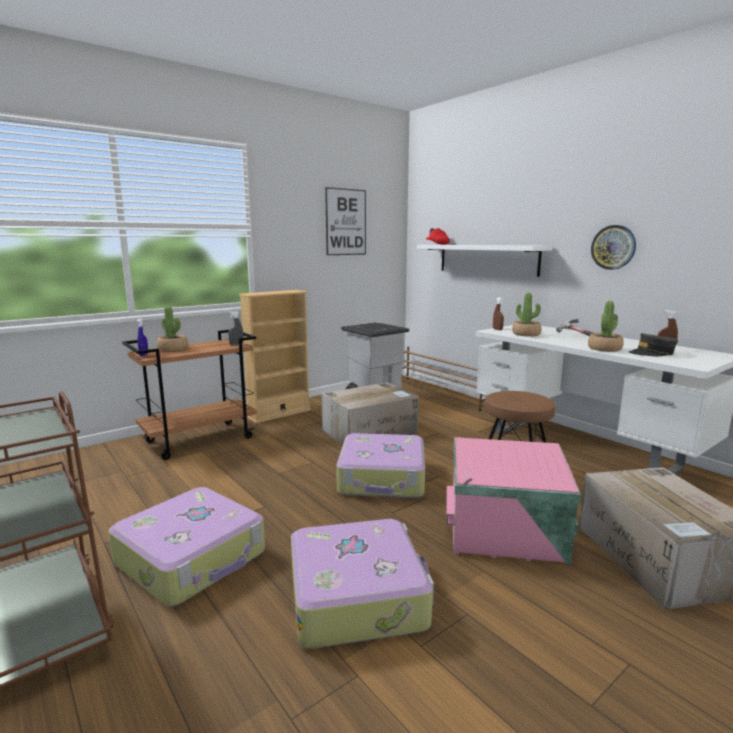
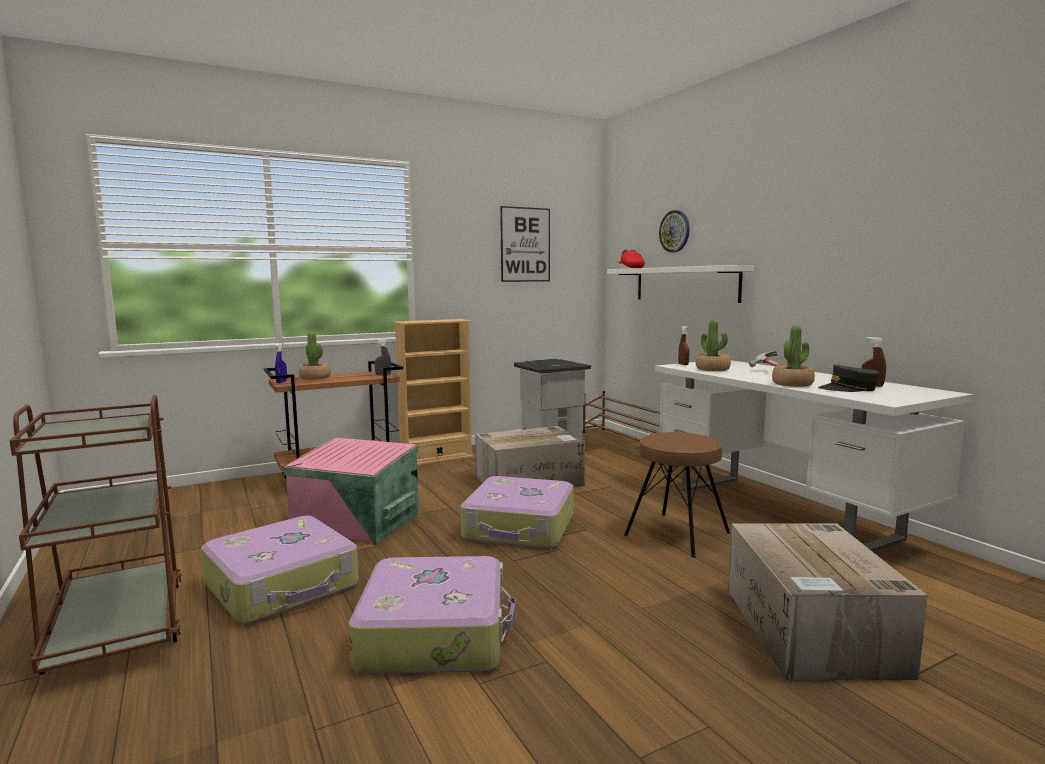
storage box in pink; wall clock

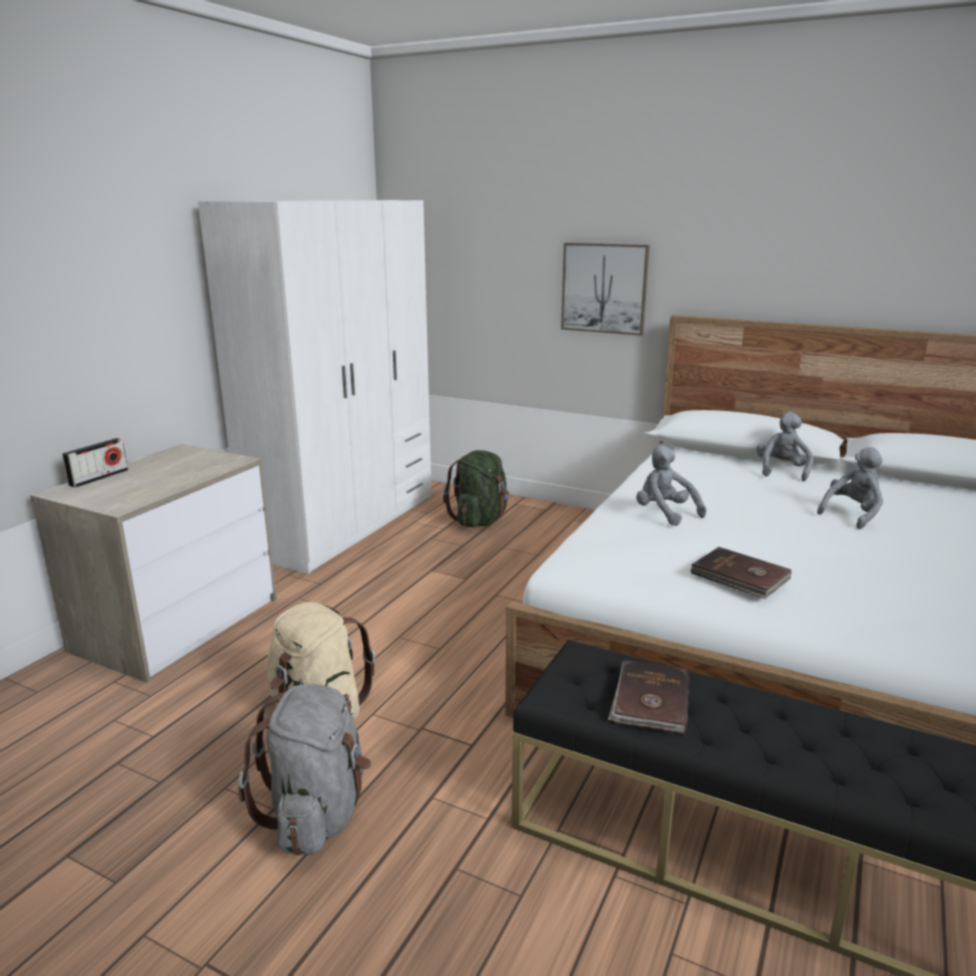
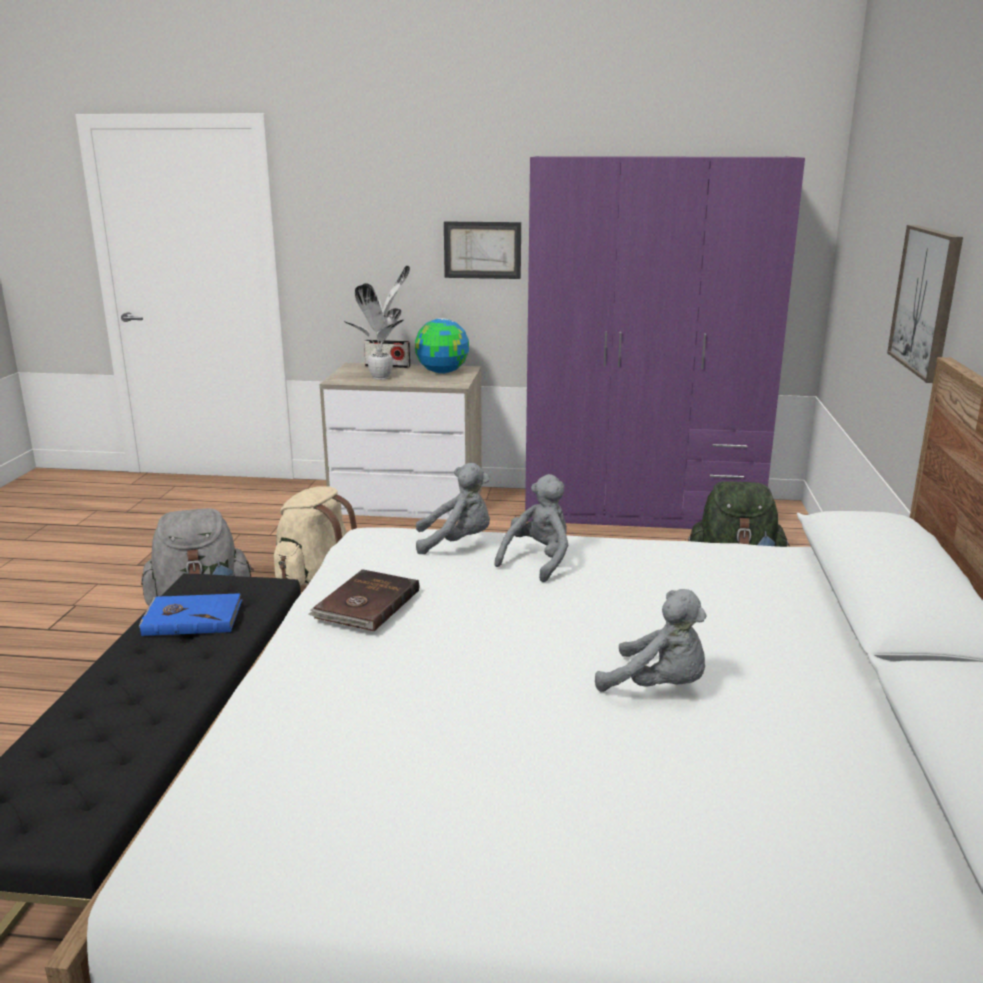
potted plant; globe; picture (no. 1 from left); plush toy in grey (no. 1 from left); wardrobe in purple; book in blue

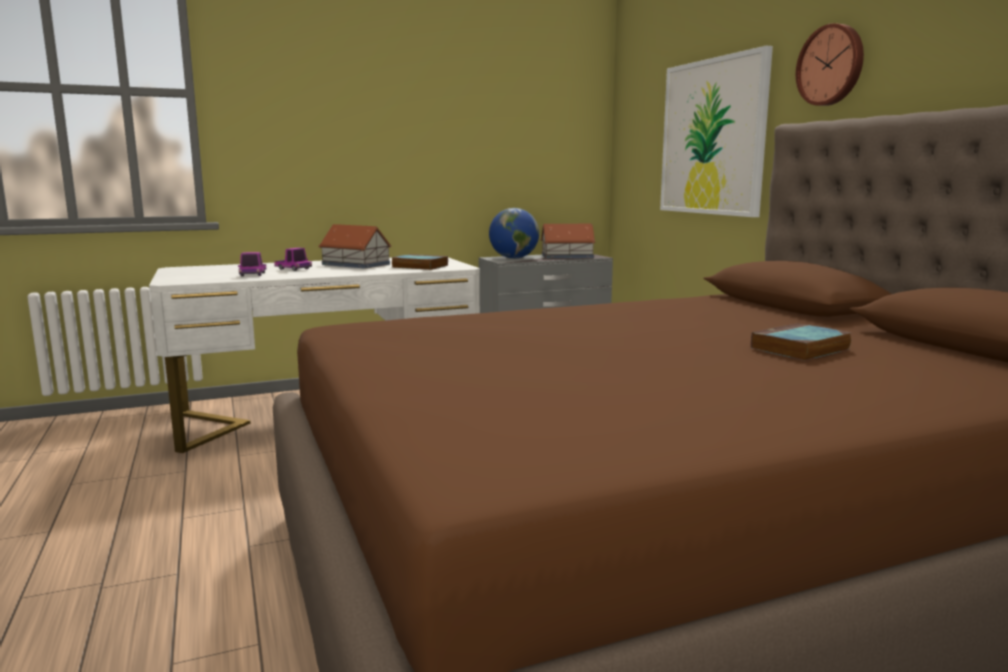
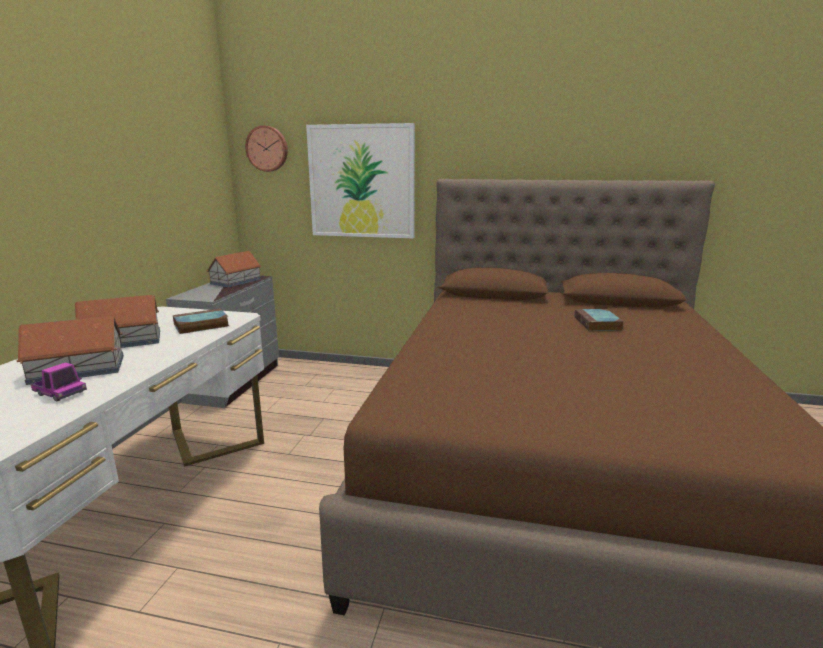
globe; wall clock; toy house (no. 1 from left)

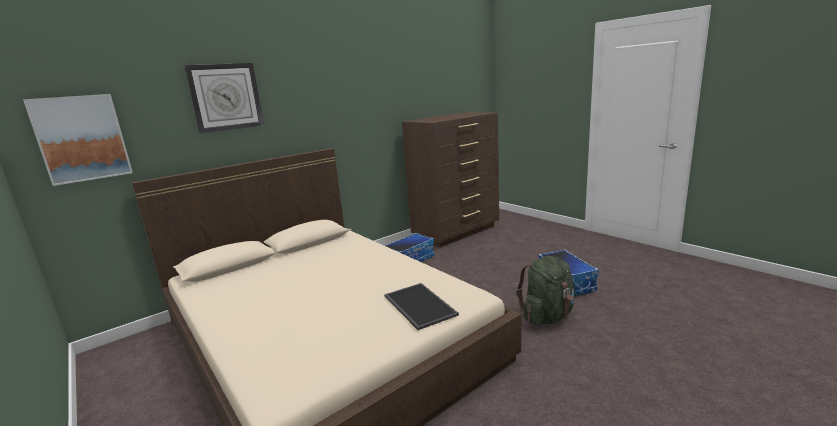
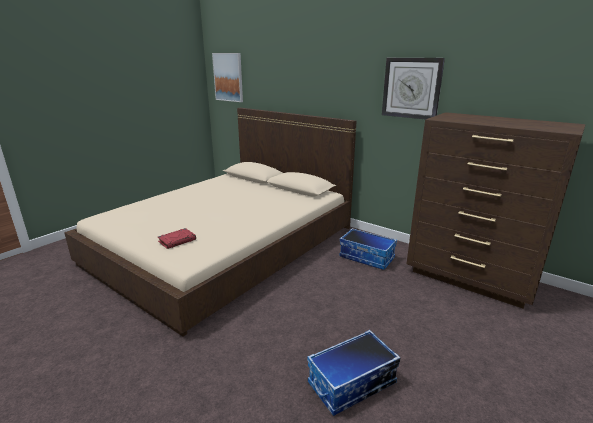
backpack in green; wall clock; book in red

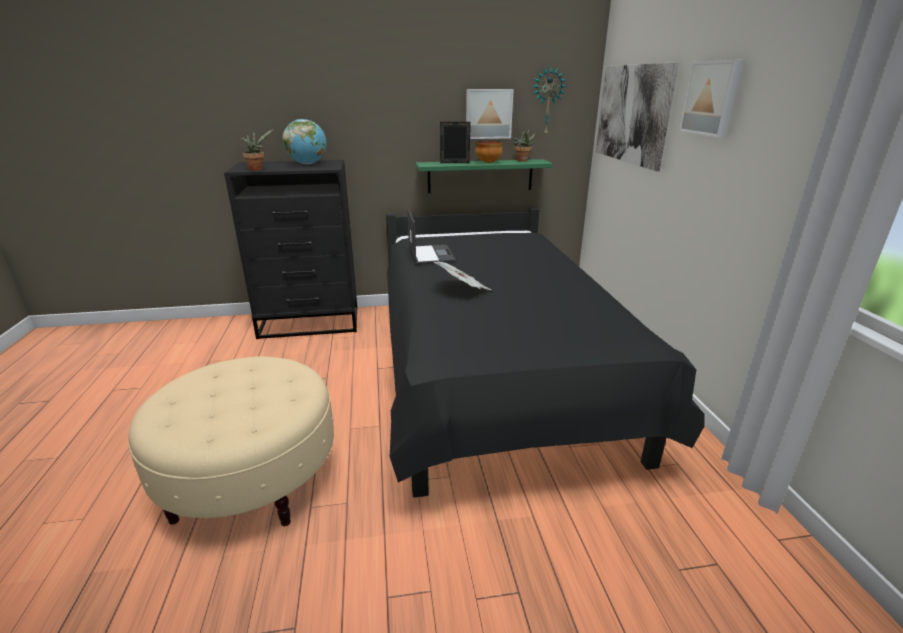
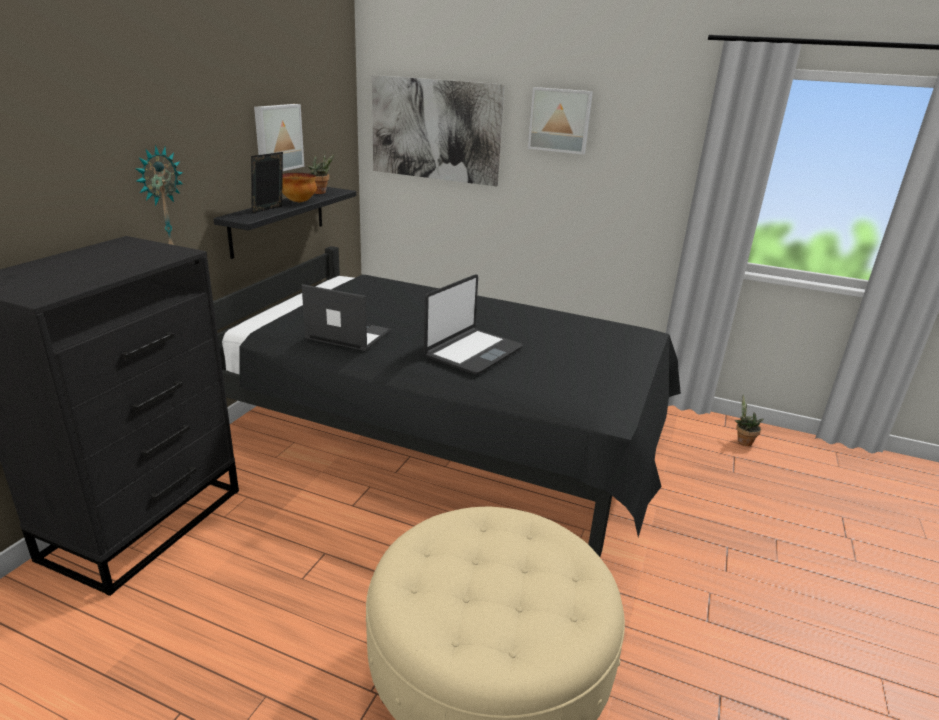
globe; potted plant (no. 2 from left); wall clock; laptop (no. 2 from left); shelf in black

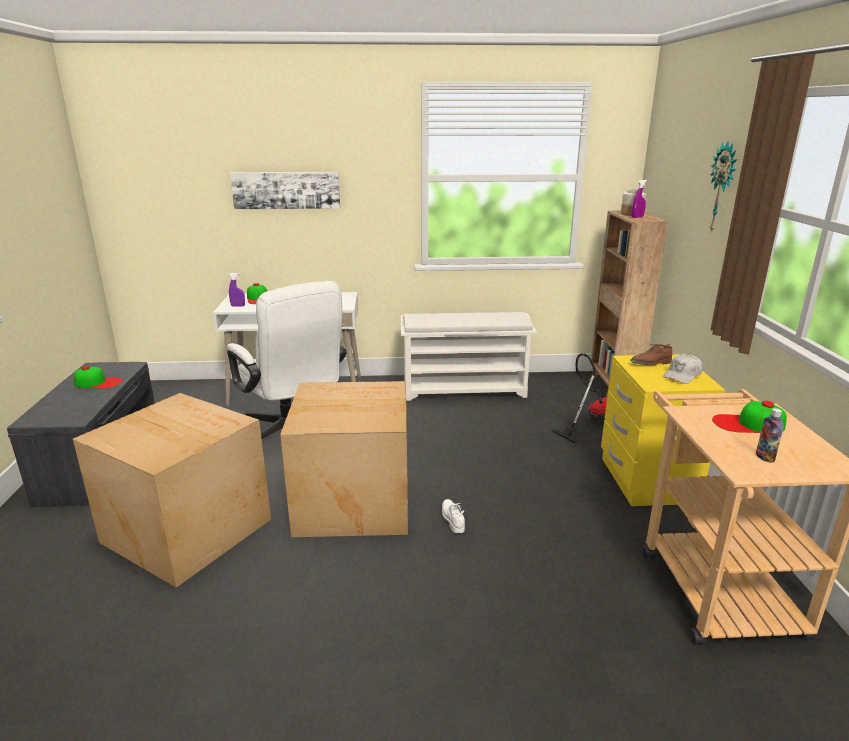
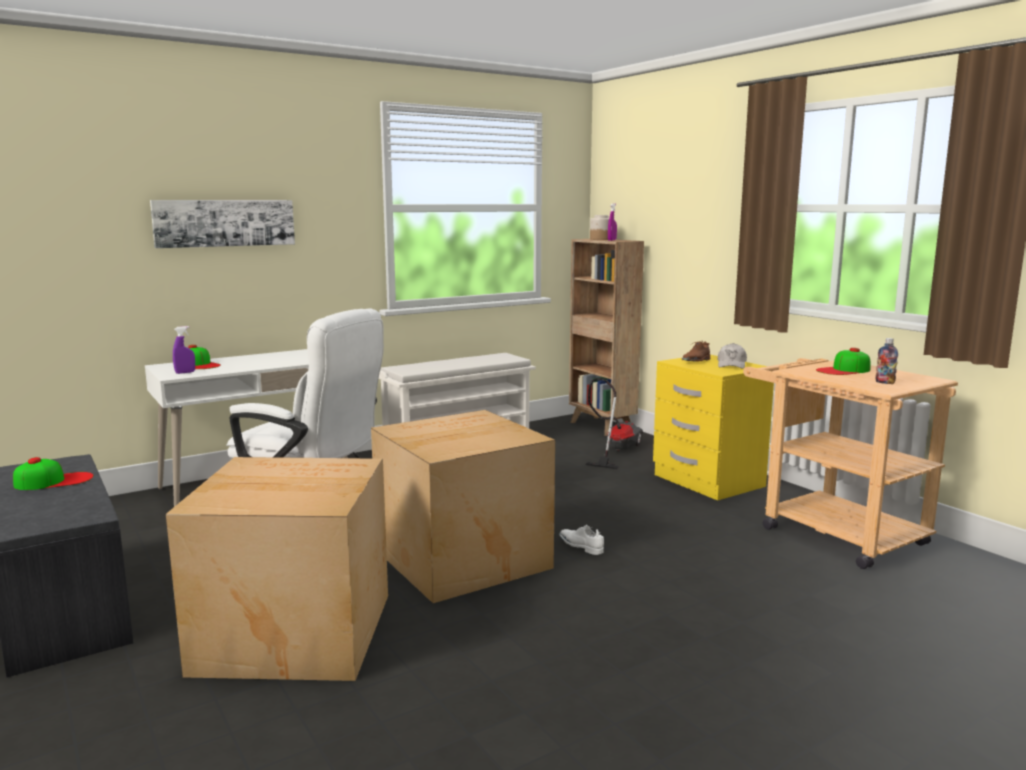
wall clock

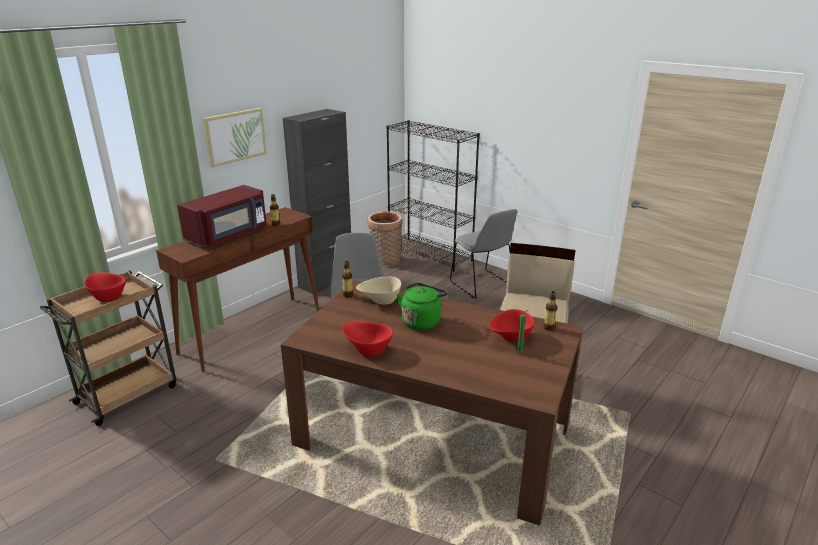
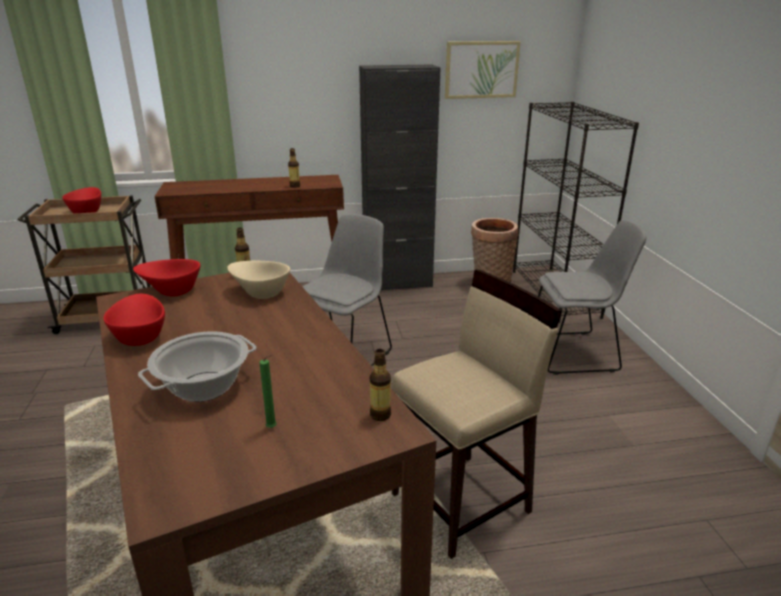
microwave in red; kettle in green; cooking pot; picture; bowl in red (no. 3 from left); chair in grey (no. 2 from left)

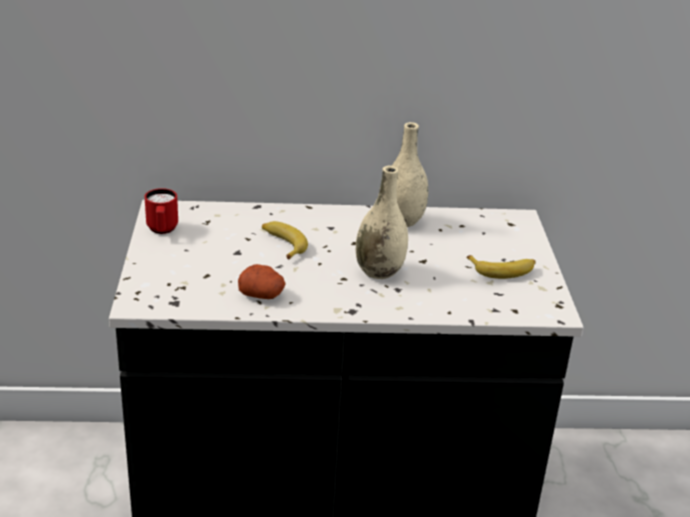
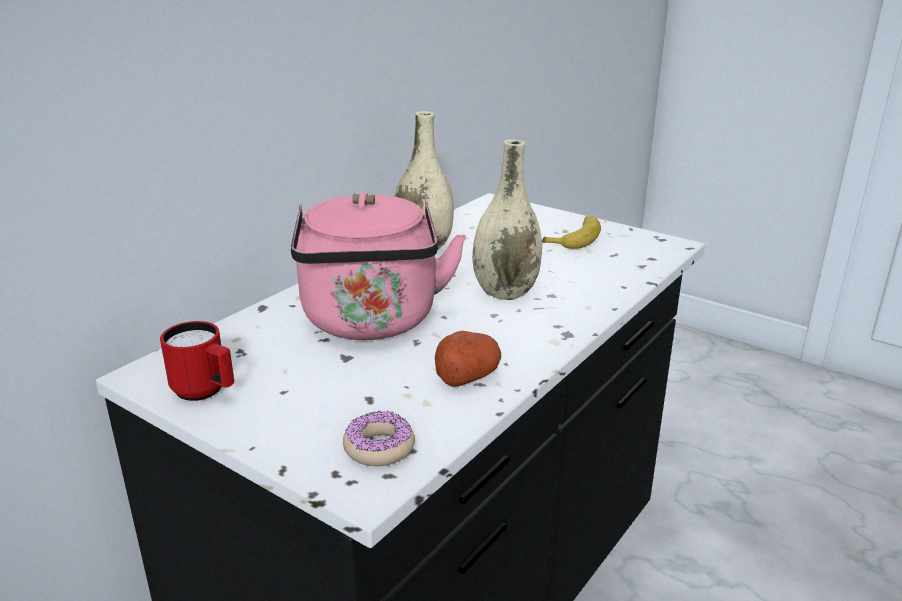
donut; kettle in pink

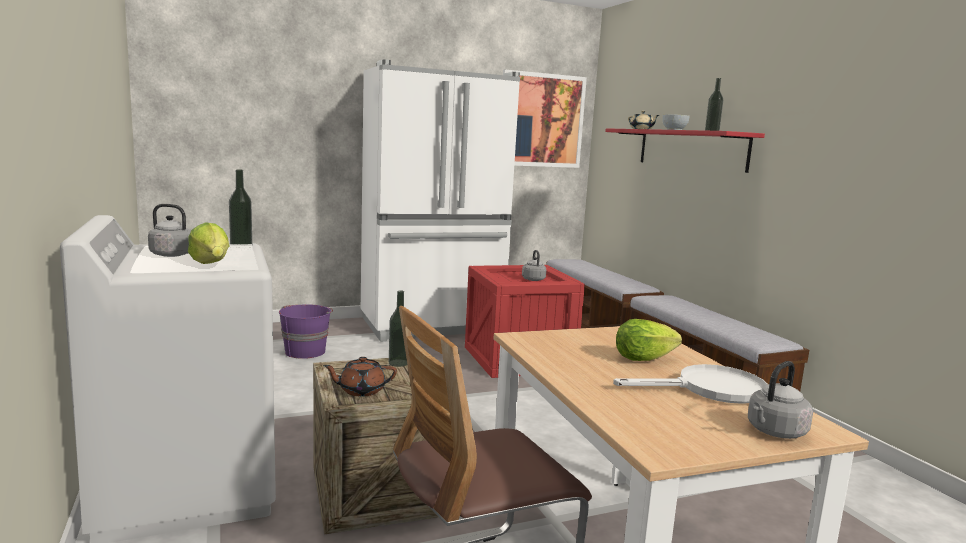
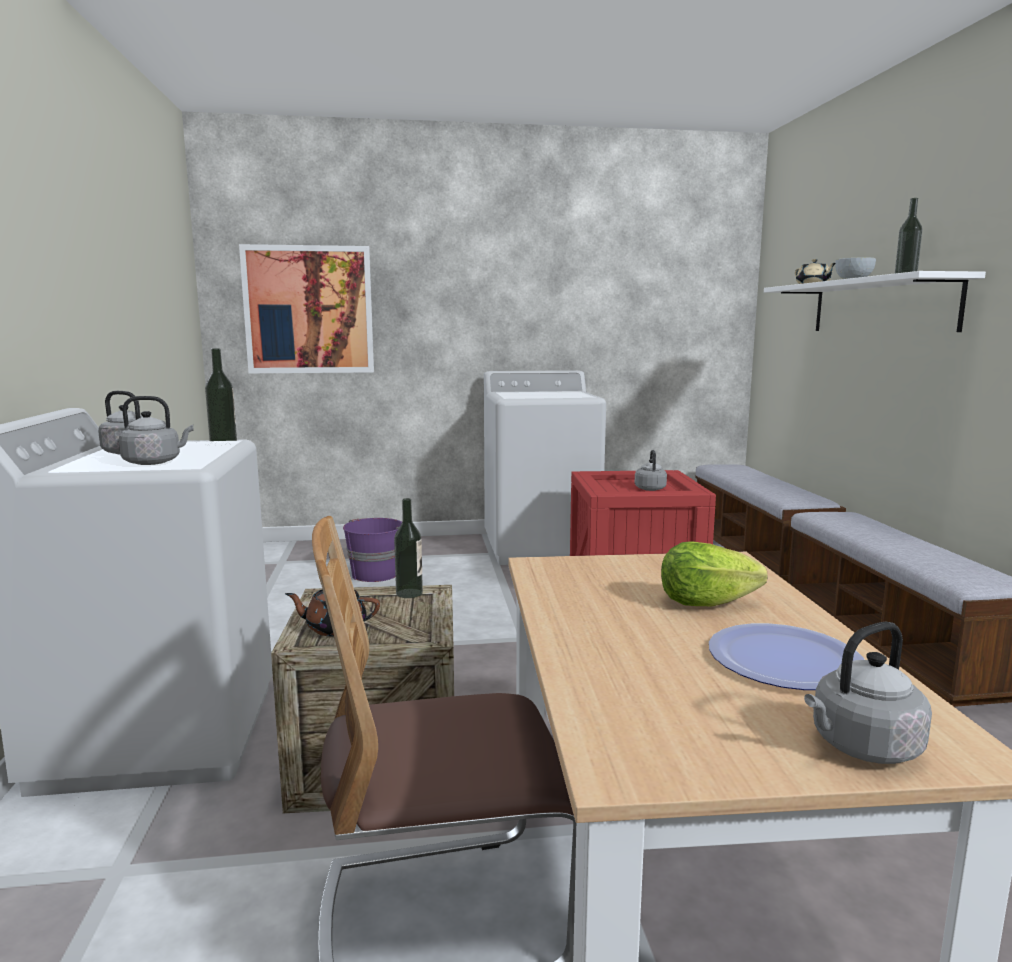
picture; kettle in grey (no. 2 from left); washing machine in white (no. 2 from left); plate; shelf in white

